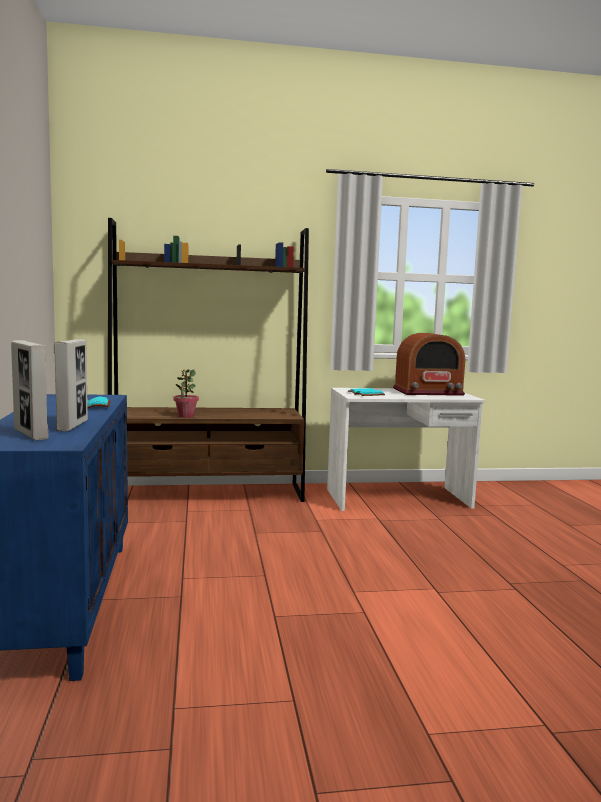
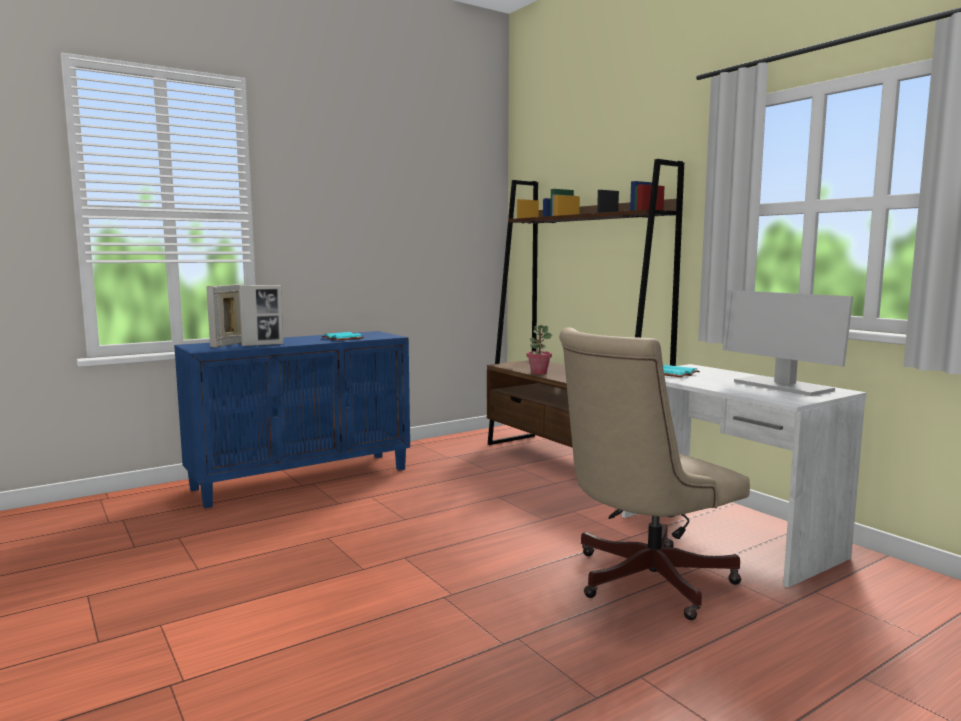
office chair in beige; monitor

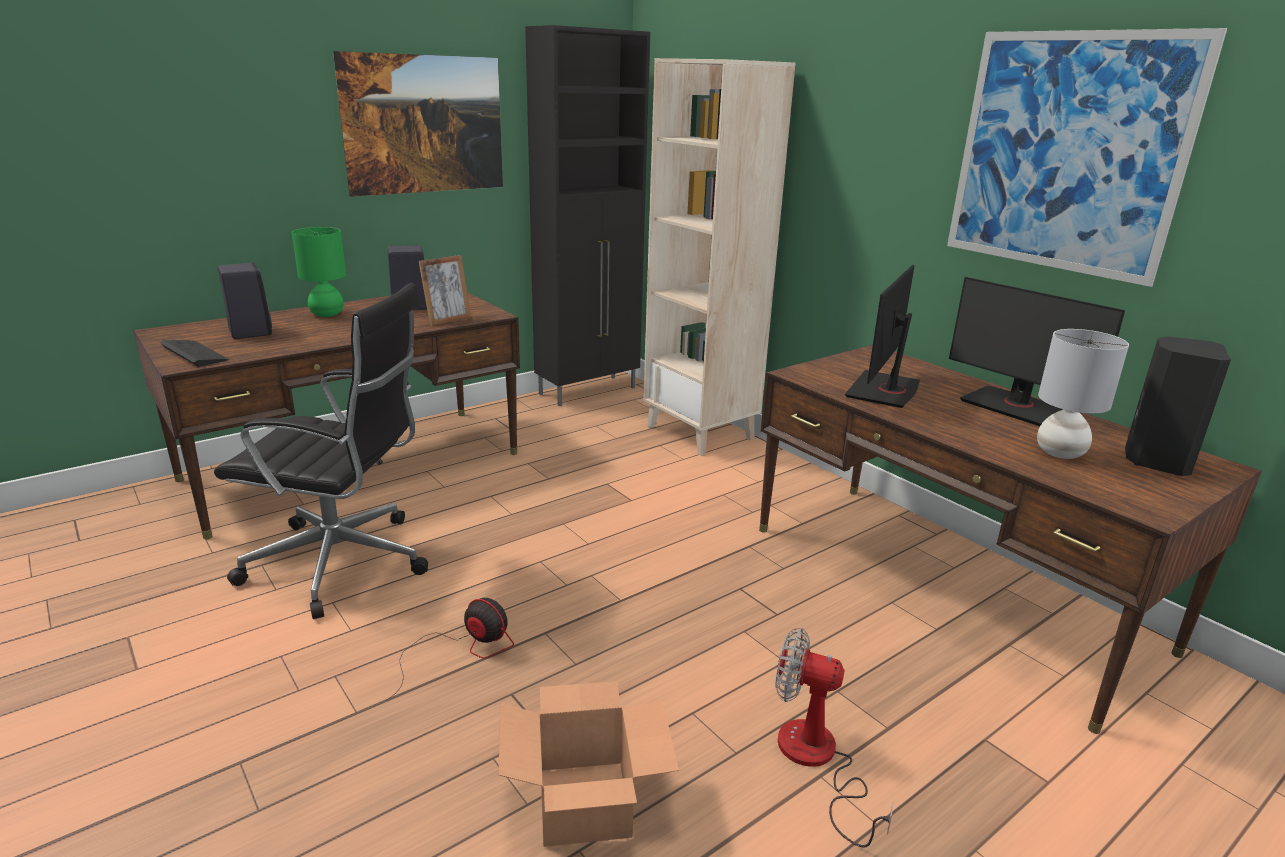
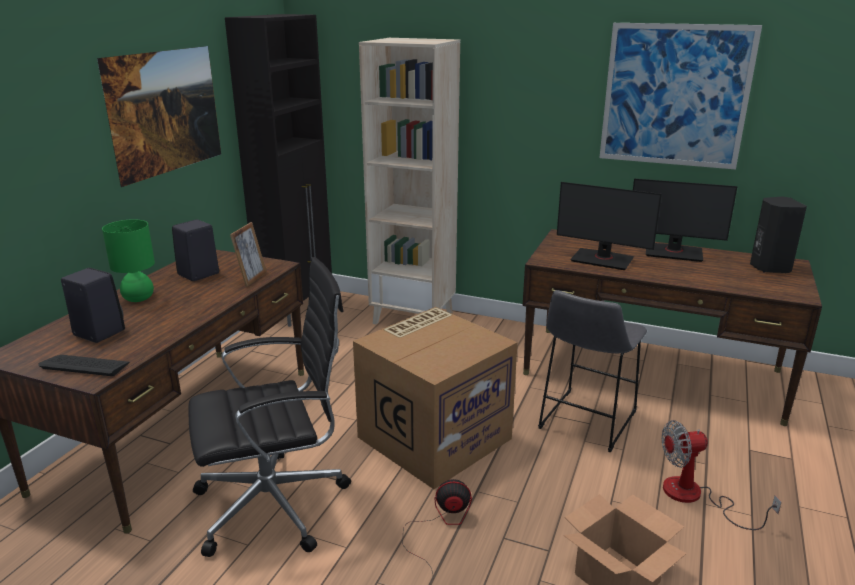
table lamp in grey; cardboard box (no. 1 from left); stool in grey; monitor (no. 1 from left)

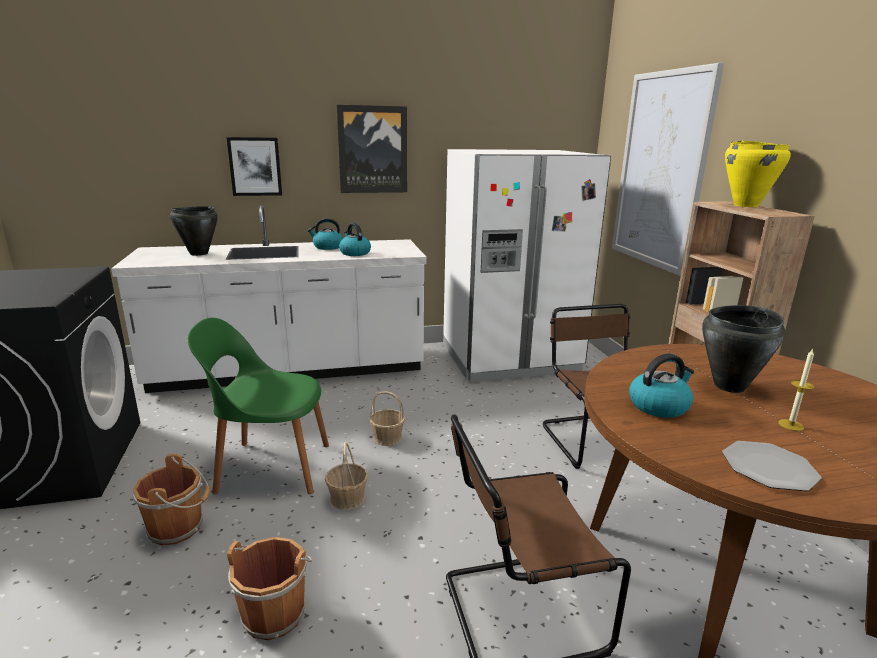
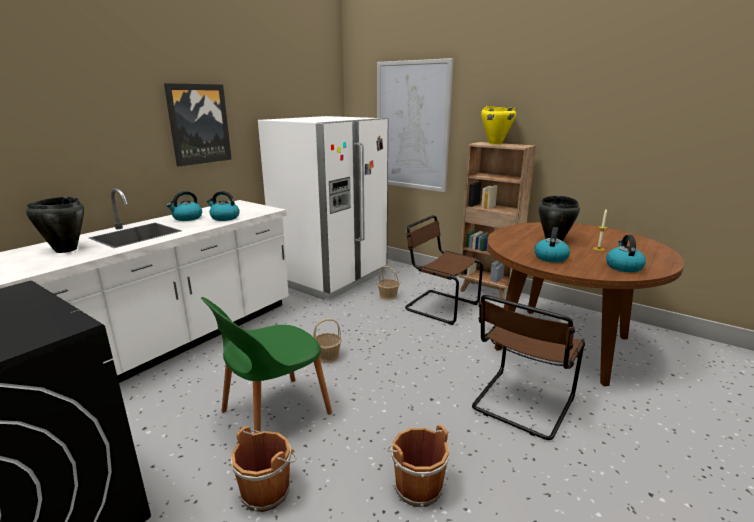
picture (no. 1 from left in the first image); basket (no. 2 from left); kettle (no. 4 from left)

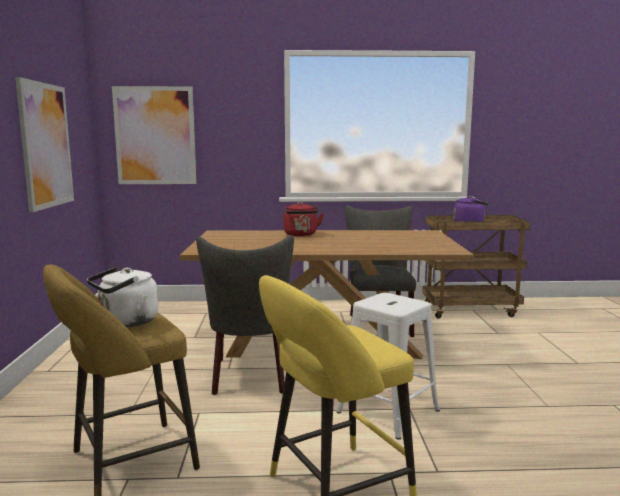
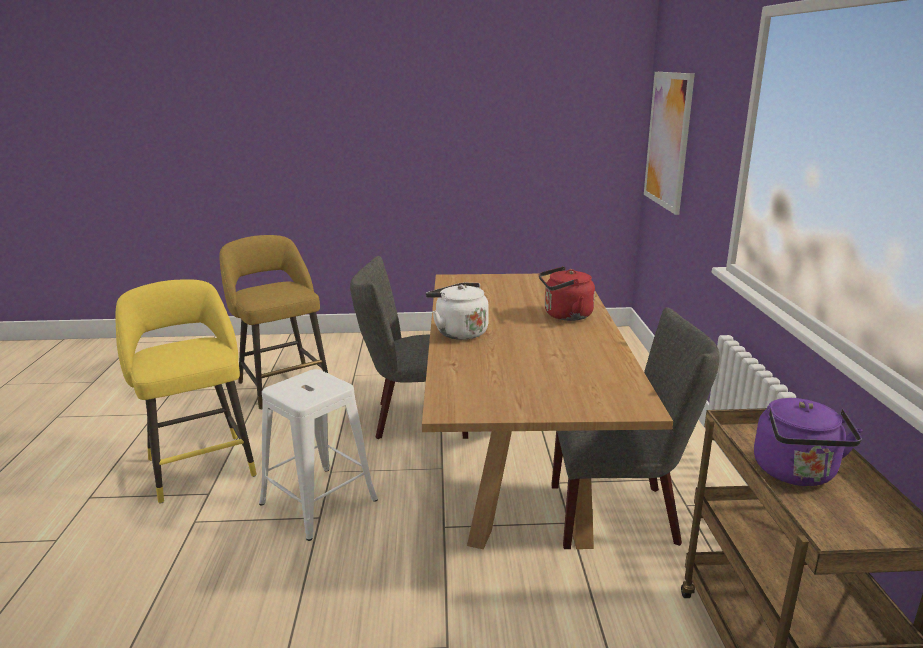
picture (no. 1 from left in the first image); kettle in white

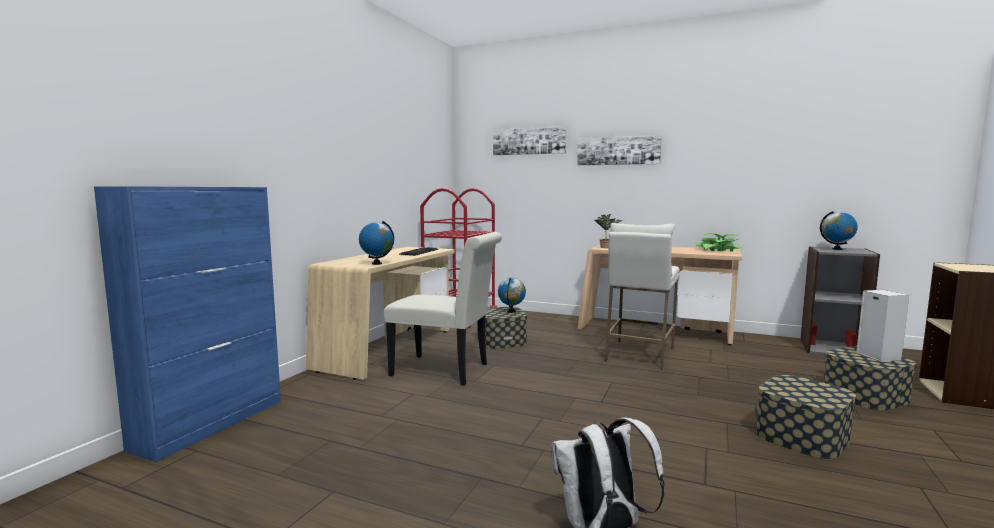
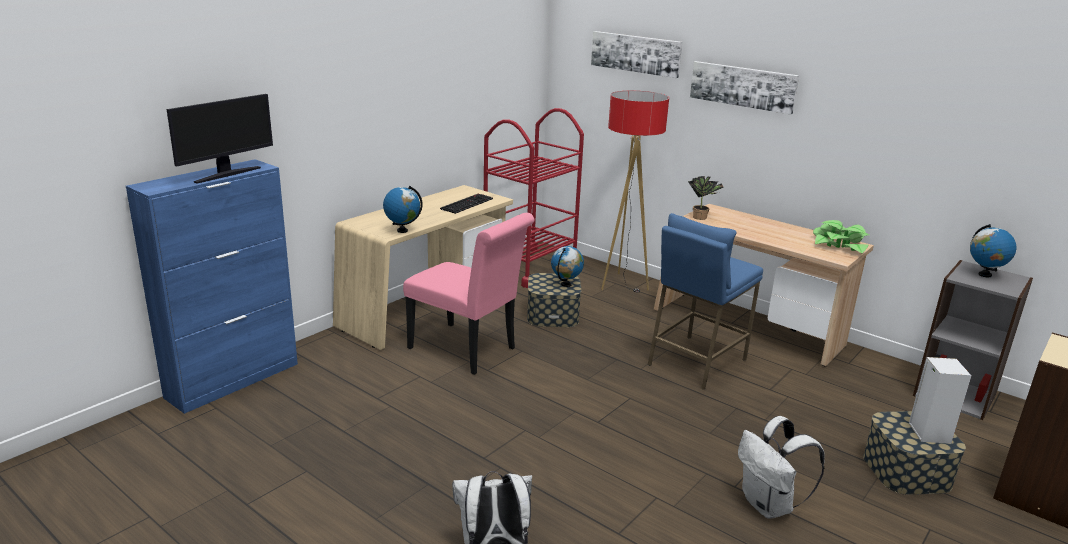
monitor; floor lamp; backpack in white (no. 2 from left); chair in pink; stool in blue

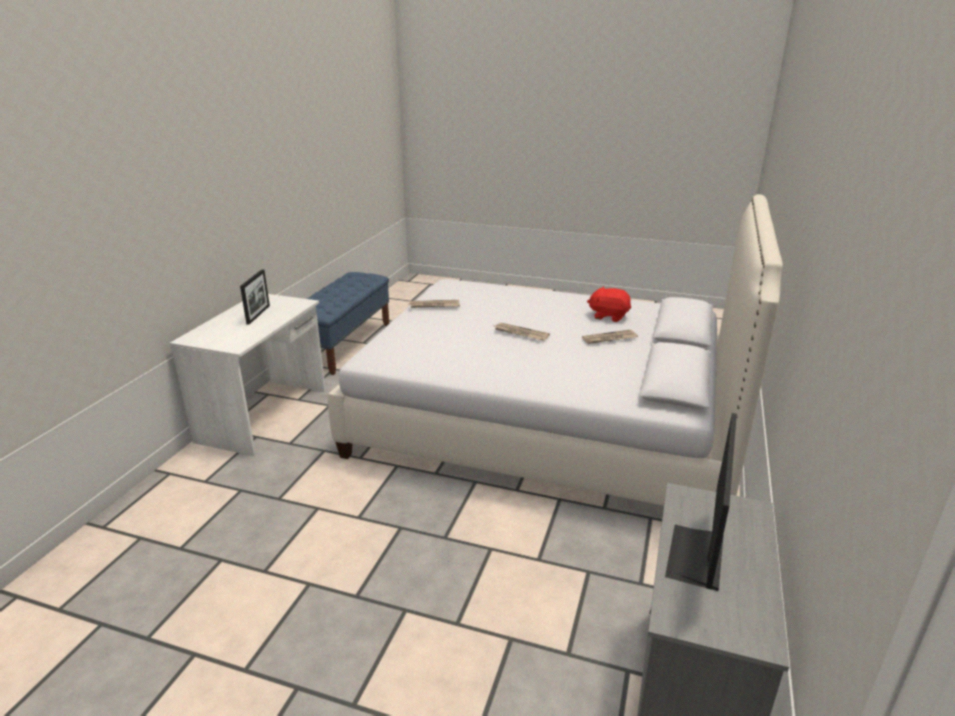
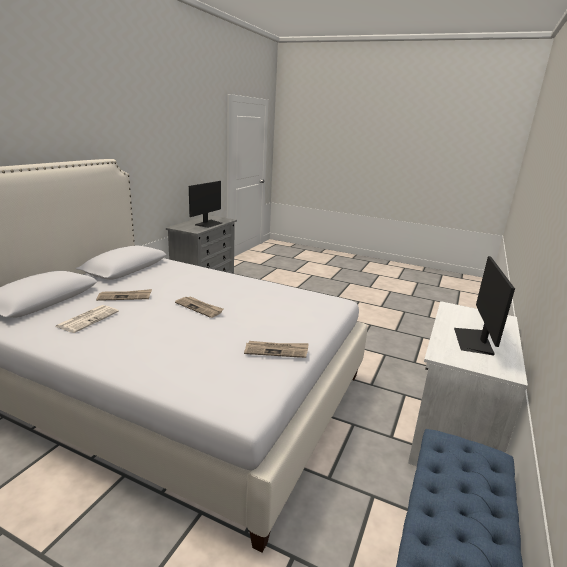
monitor (no. 2 from left); newspaper (no. 1 from left)

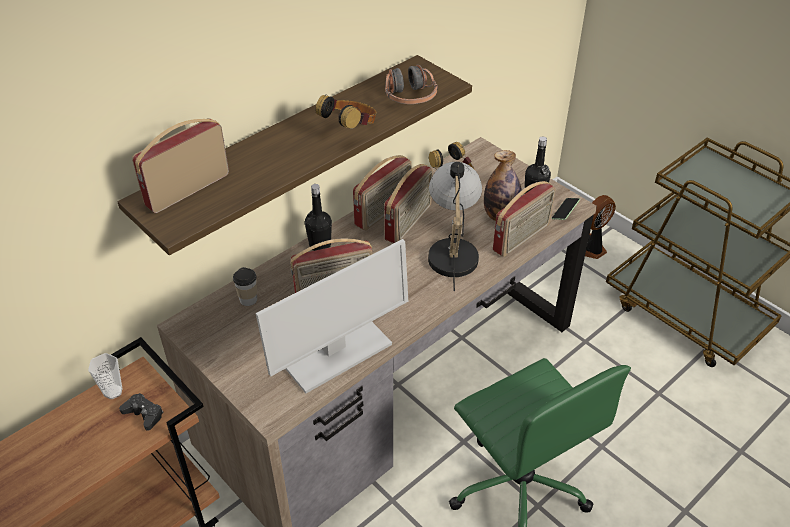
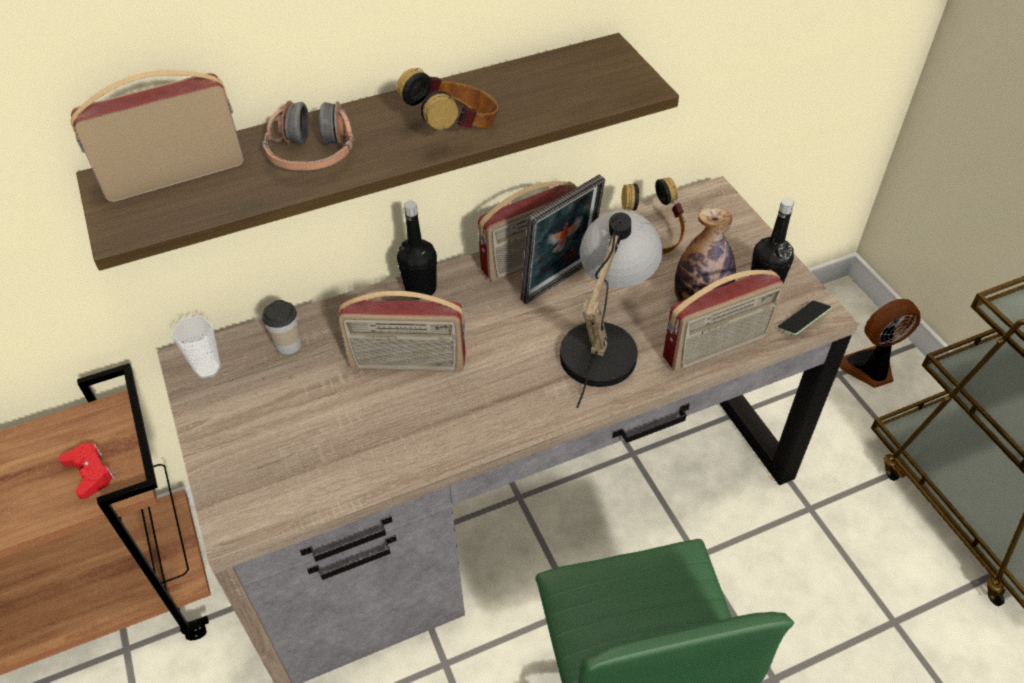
monitor; cup (no. 1 from left); headphones (no. 1 from left); picture frame; game controller in red

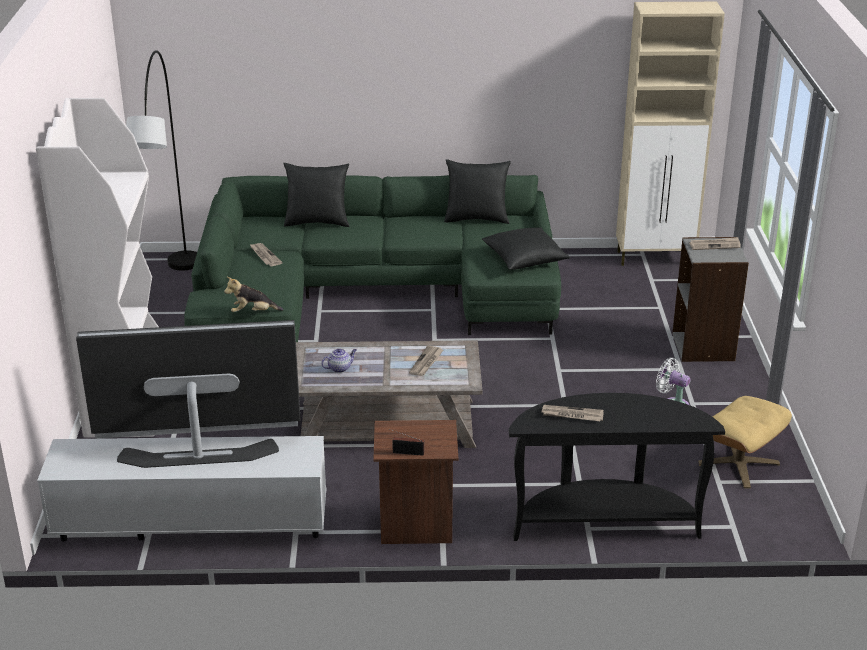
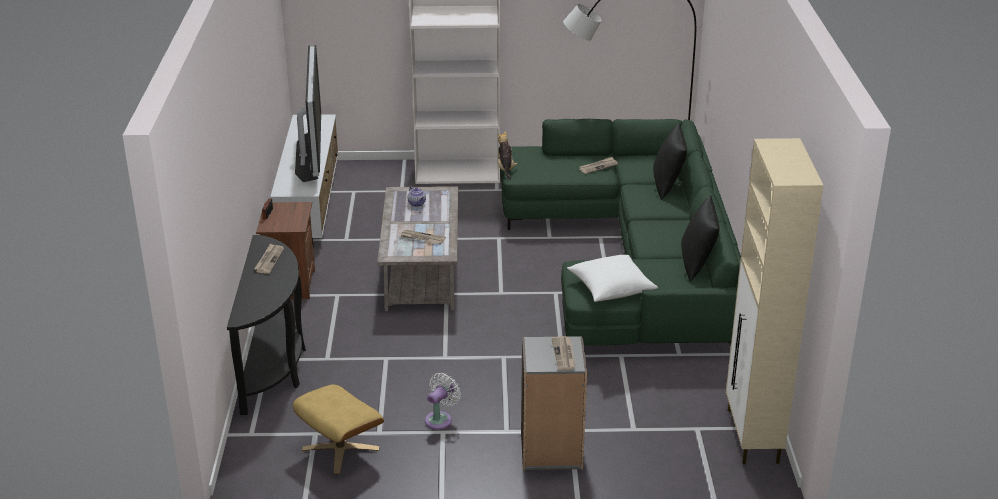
pillow in white

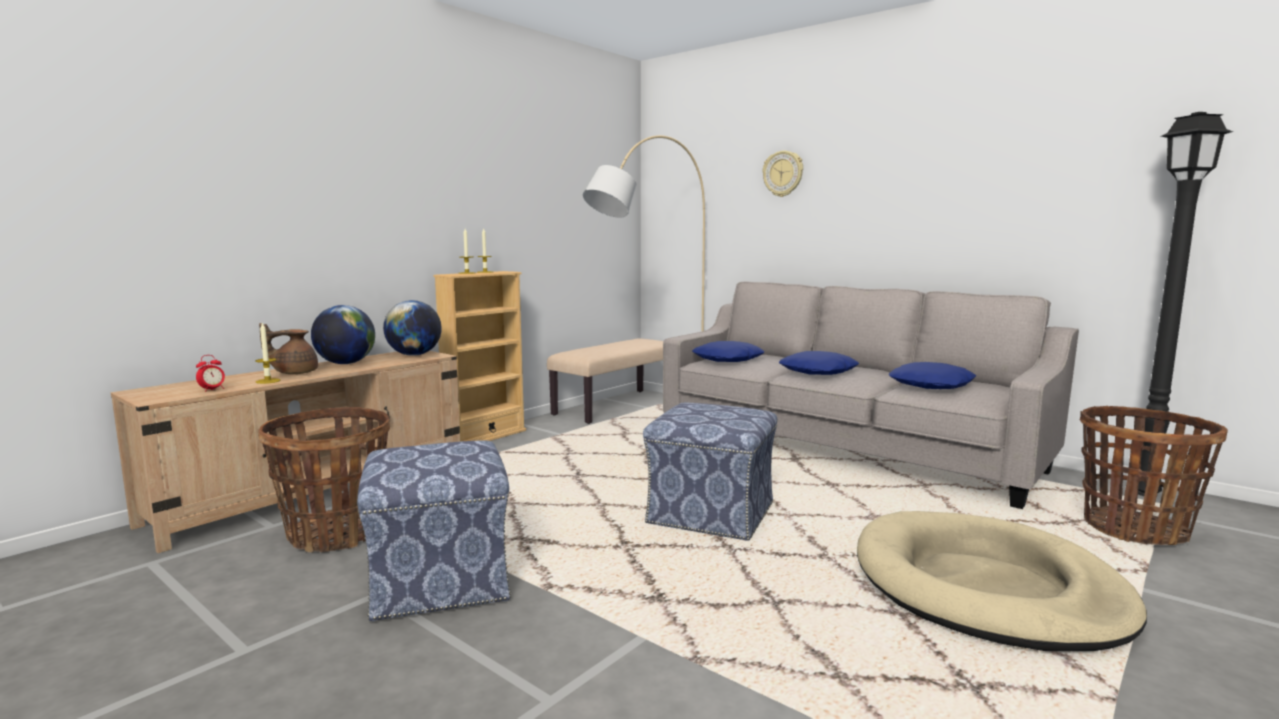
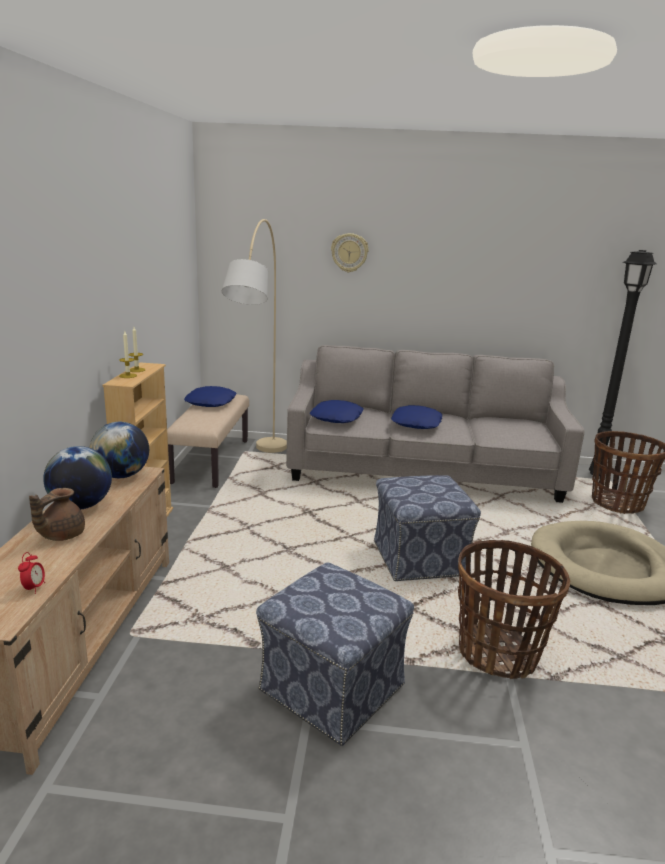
candle (no. 1 from left in the first image); basket (no. 1 from left); pillow in blue (no. 1 from left)

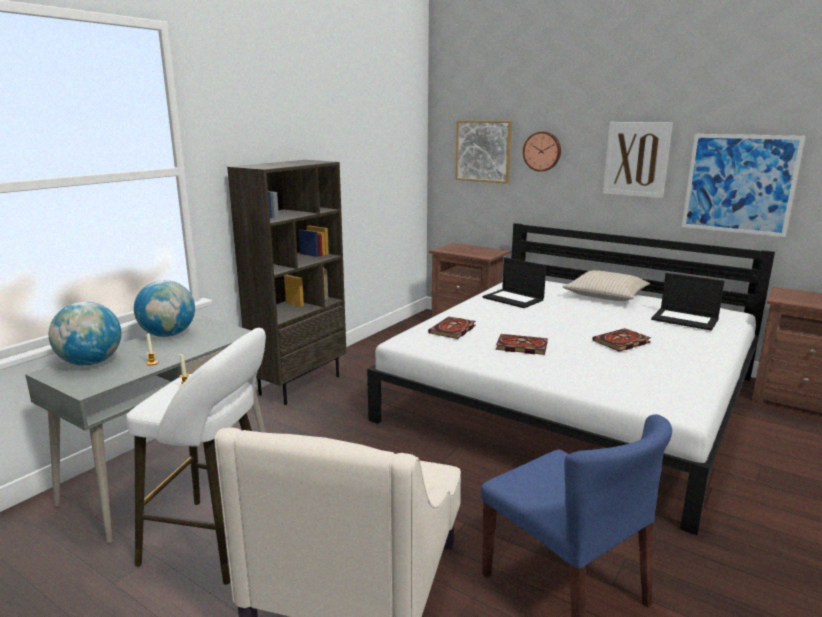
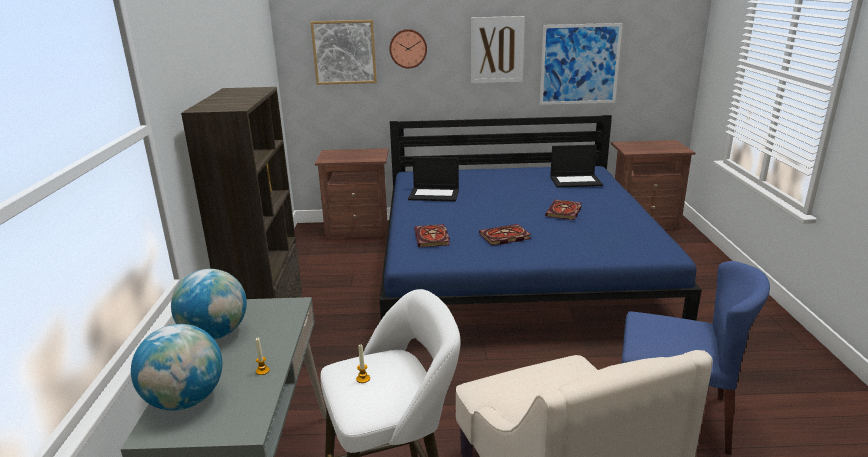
pillow in beige; bed in blue

